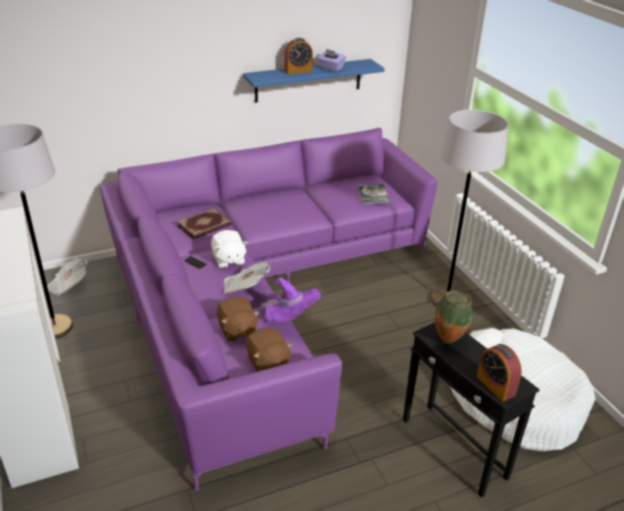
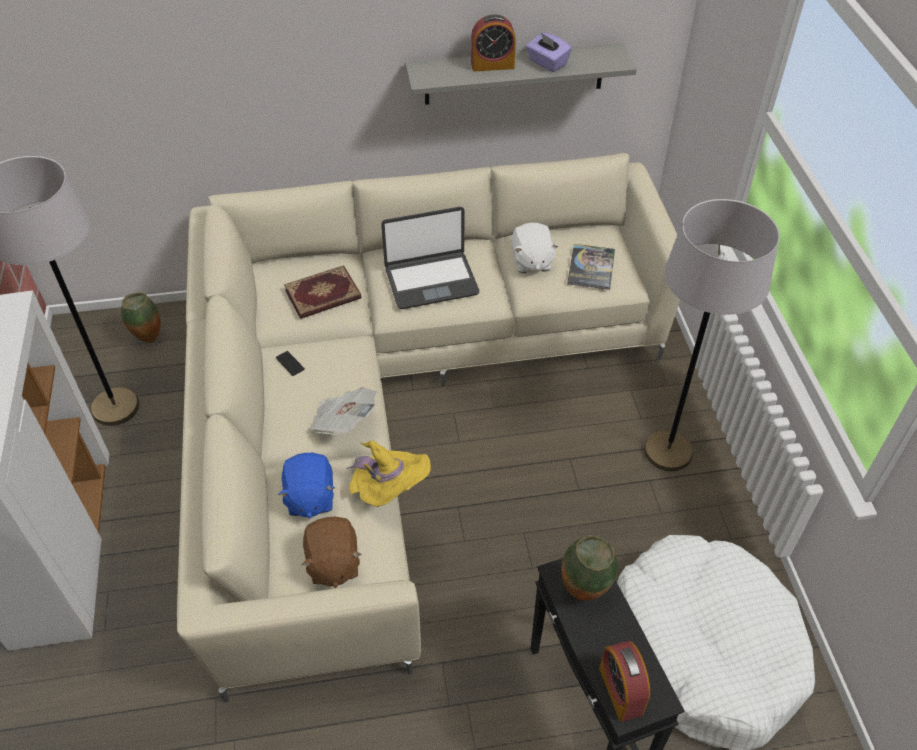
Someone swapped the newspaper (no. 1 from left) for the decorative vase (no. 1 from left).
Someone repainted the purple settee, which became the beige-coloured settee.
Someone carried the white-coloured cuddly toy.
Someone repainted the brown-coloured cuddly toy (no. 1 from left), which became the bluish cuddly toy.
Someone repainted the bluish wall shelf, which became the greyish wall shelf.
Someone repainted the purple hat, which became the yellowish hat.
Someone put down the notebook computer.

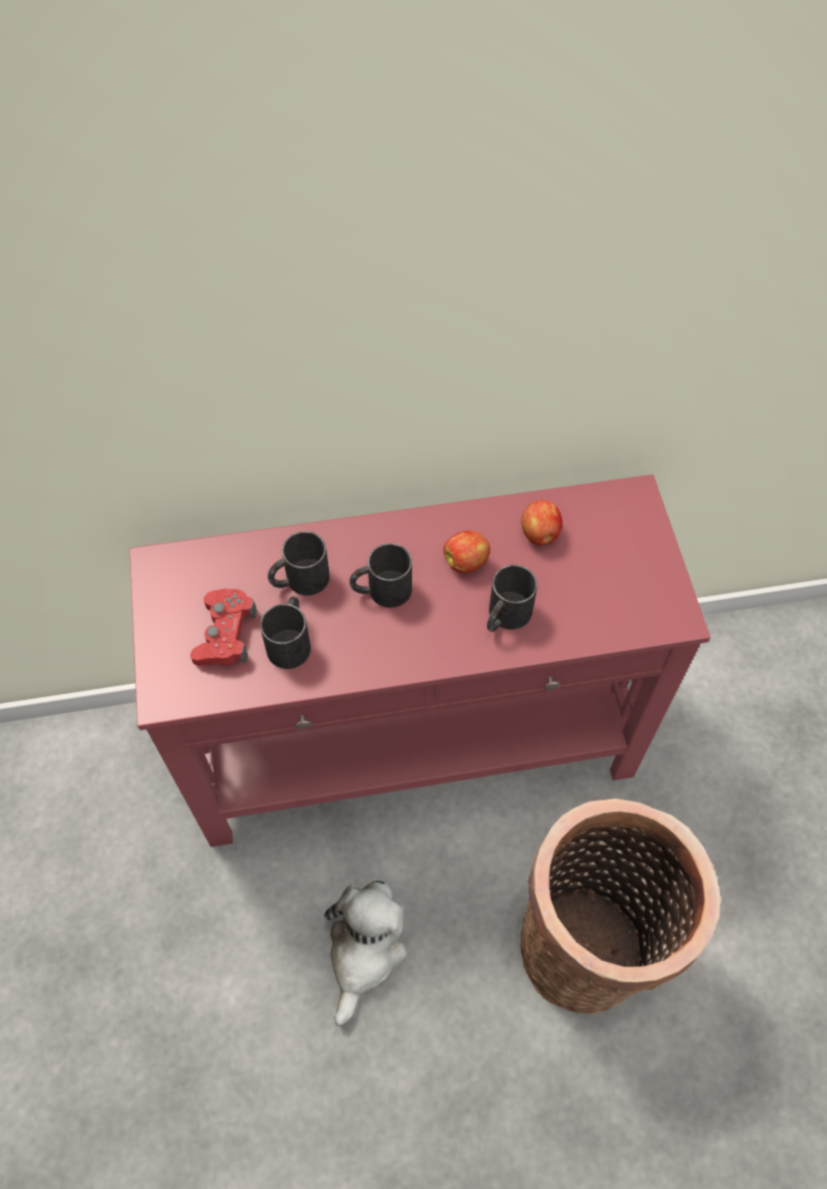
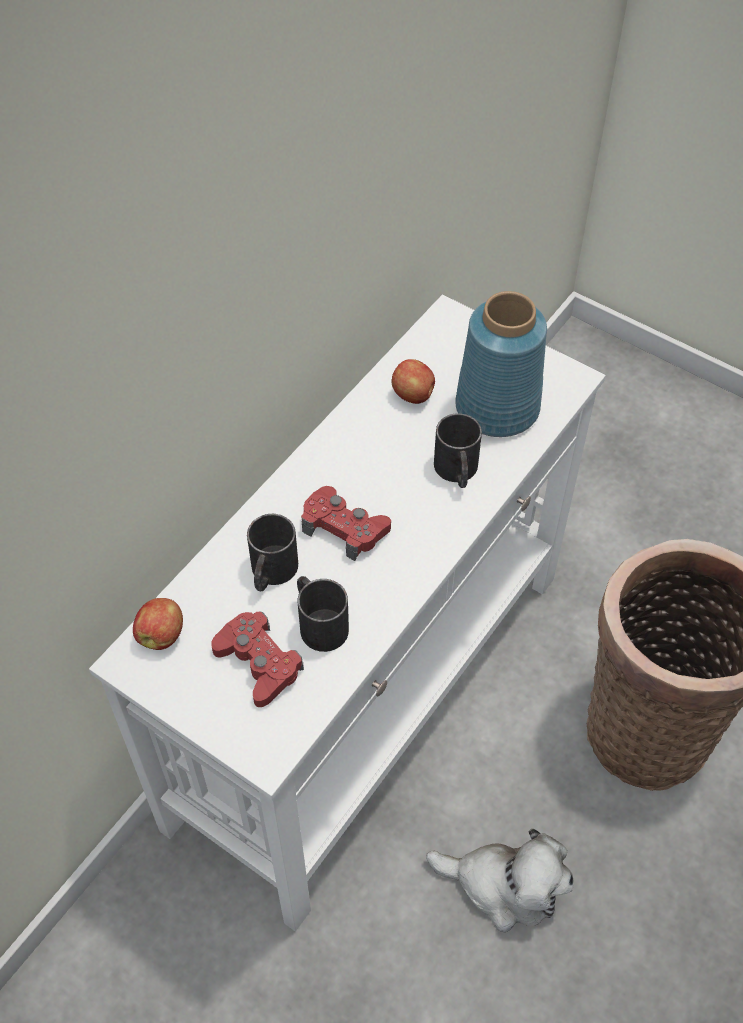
Someone repainted the red console table, which became the white-coloured console table.
Someone rotated the cuddly toy by 135 degrees clockwise.
Someone swapped the black-coloured tea mug (no. 3 from left) for the red gamepad (no. 2 from left).
Someone carried the apple fruit (no. 1 from left).
Someone put down the bluish decorative vase.

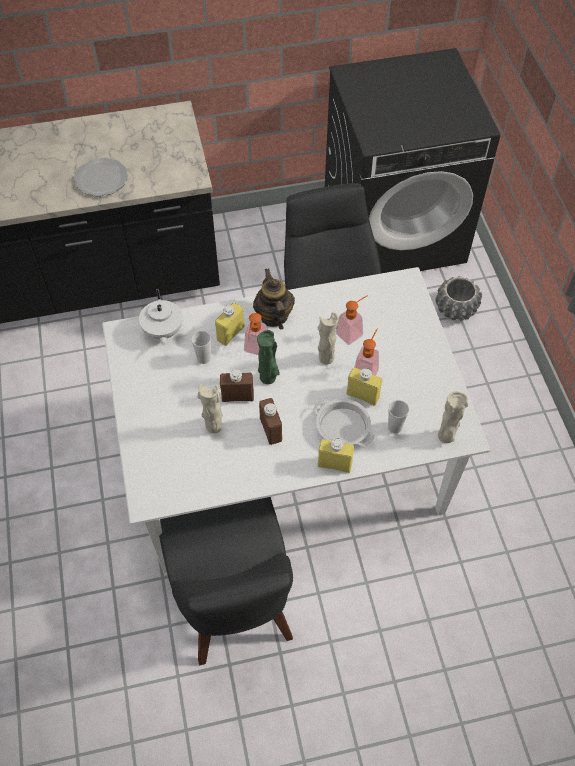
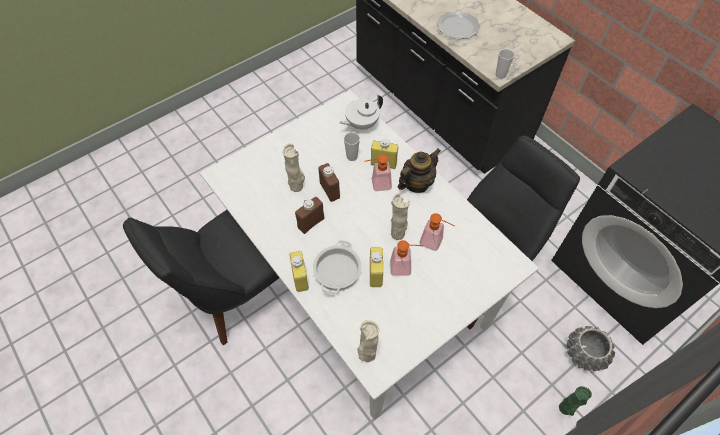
Someone carried the greenish decorative vase.
Someone carried the cup (no. 2 from left).

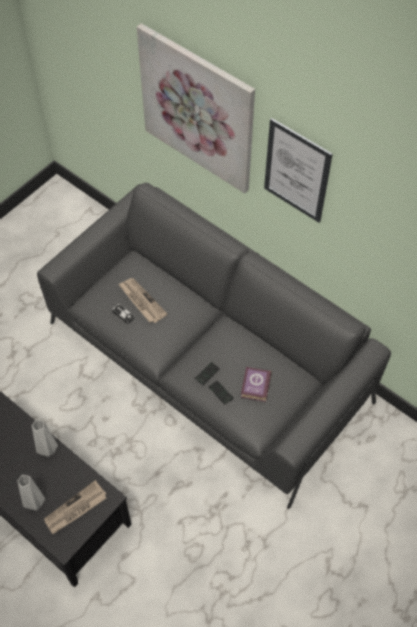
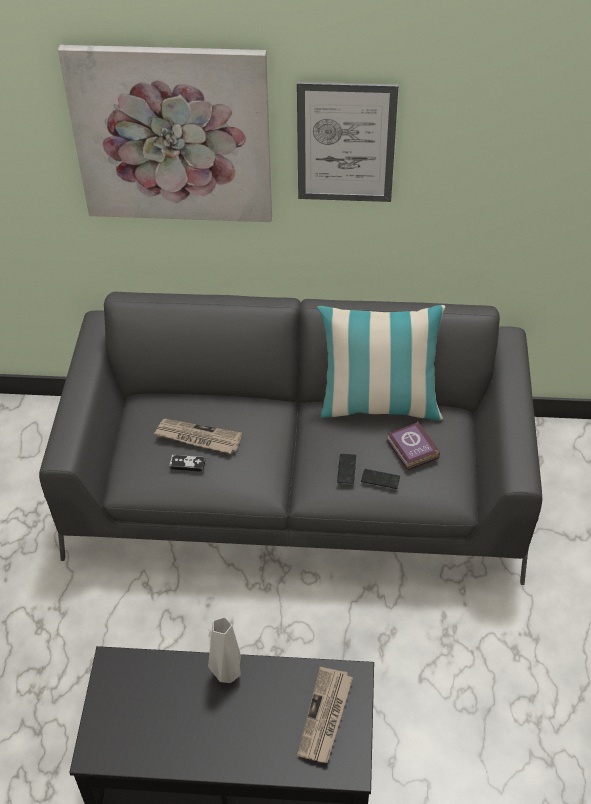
Someone took away the greyish decorative vase (no. 1 from left).
Someone put down the throw pillow.

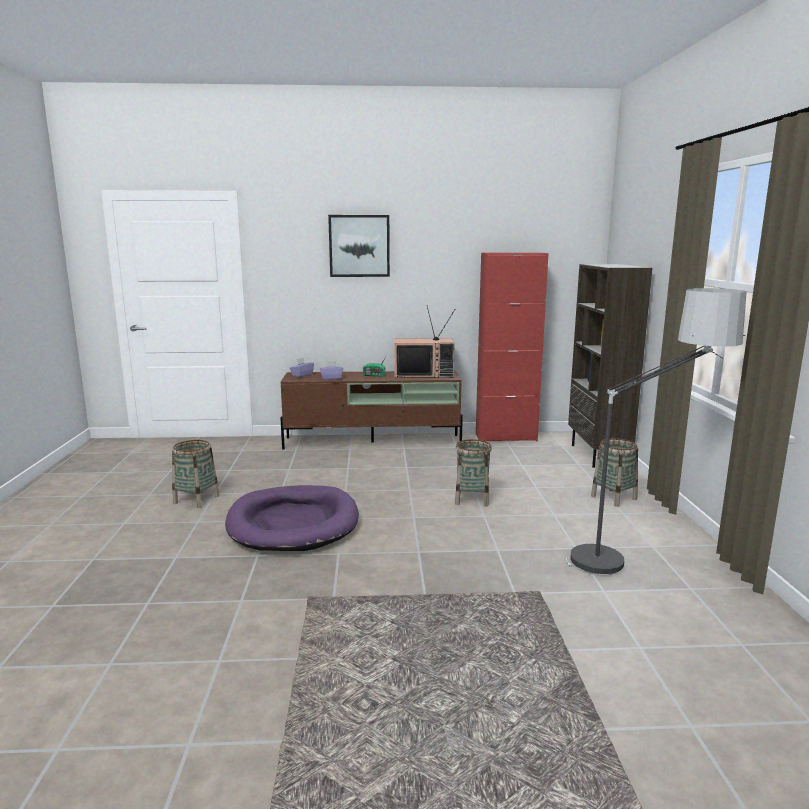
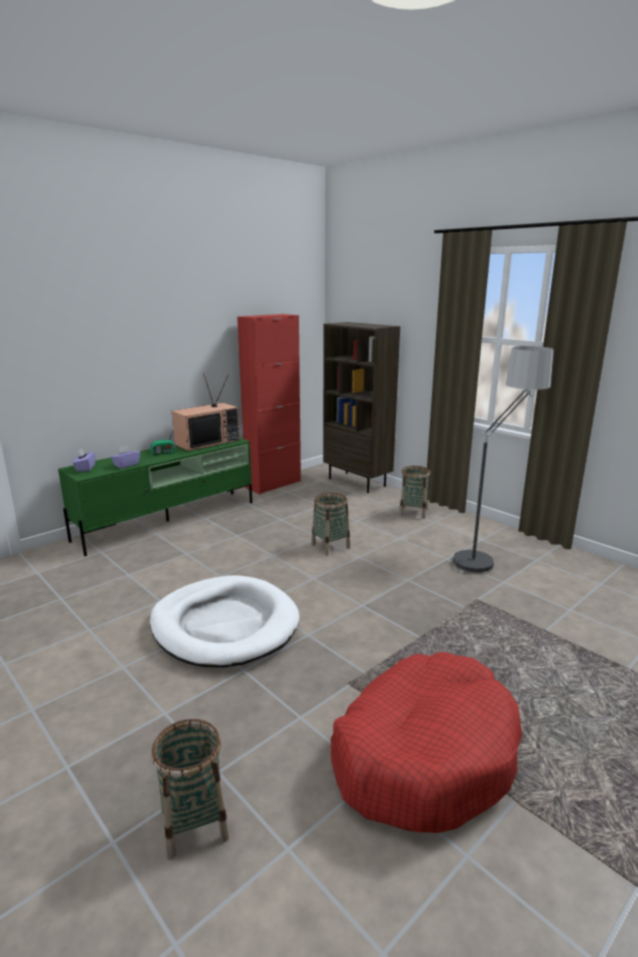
Someone carried the basket (no. 1 from left).
Someone repainted the purple pet bed, which became the white-coloured pet bed.
Someone repainted the brown-coloured tv stand, which became the greenish tv stand.
Someone took away the picture.
Someone put down the red pet bed.

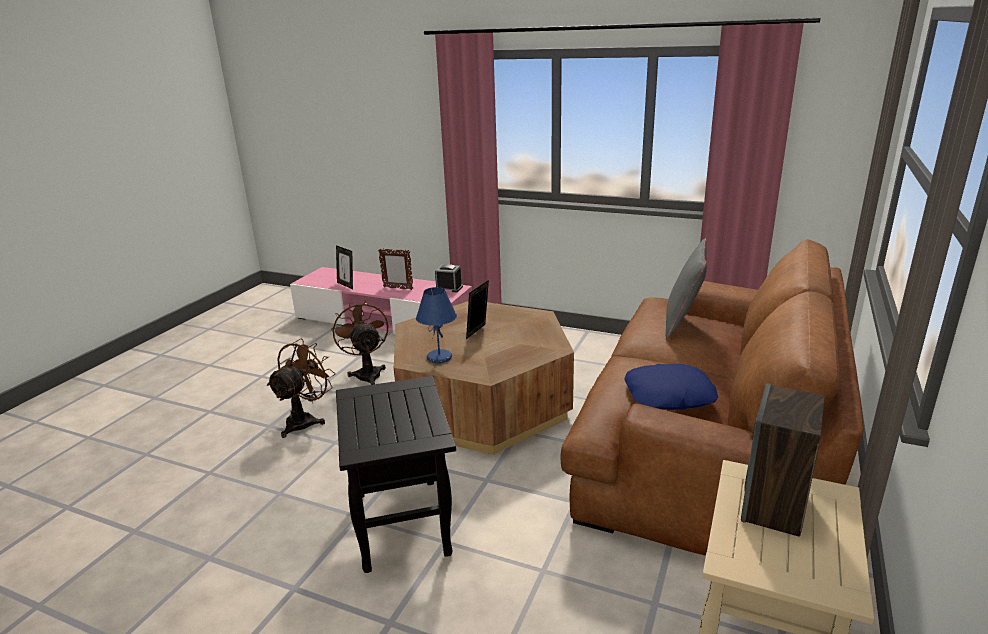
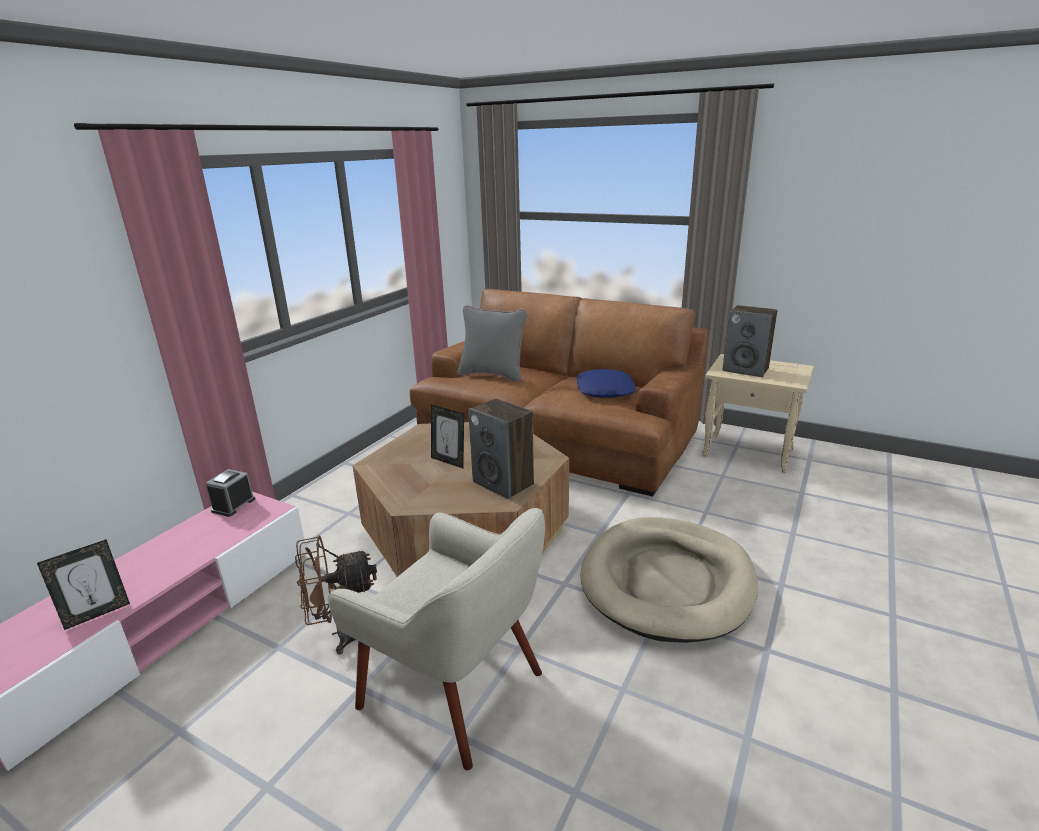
Someone swapped the brown-coloured cooling fan (no. 1 from left) for the beige-coloured armchair.
Someone swapped the black-coloured side table for the beige-coloured pet bed.
Someone took away the picture frame (no. 2 from left).
Someone swapped the bluish tabletop lamp for the audio speaker (no. 1 from left).

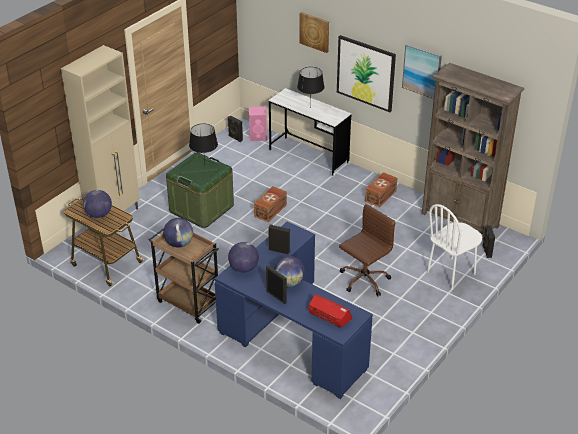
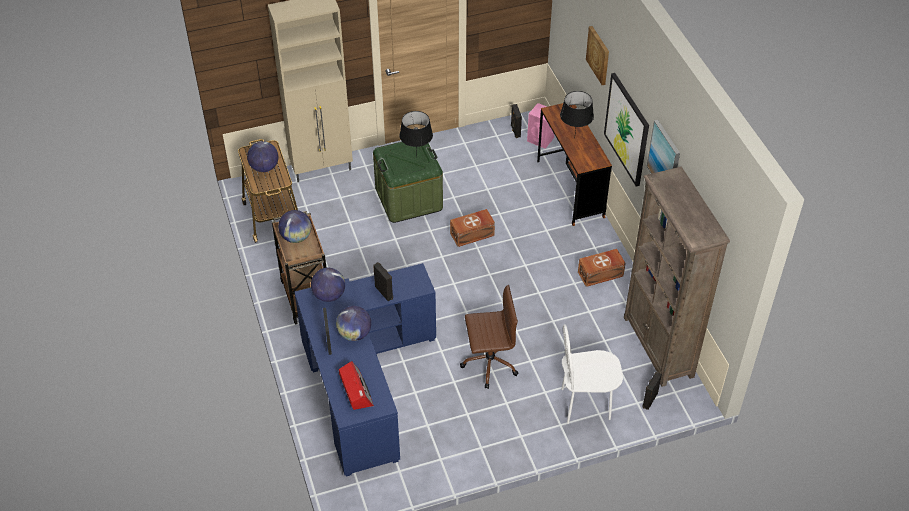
Someone repainted the white-coloured desk, which became the brown-coloured desk.

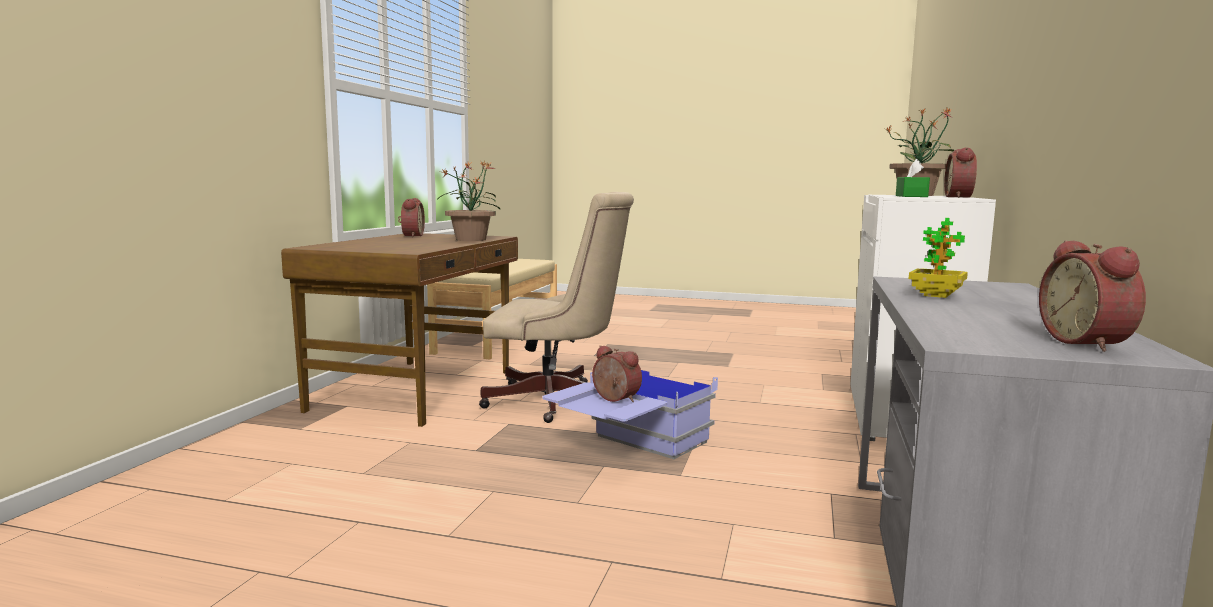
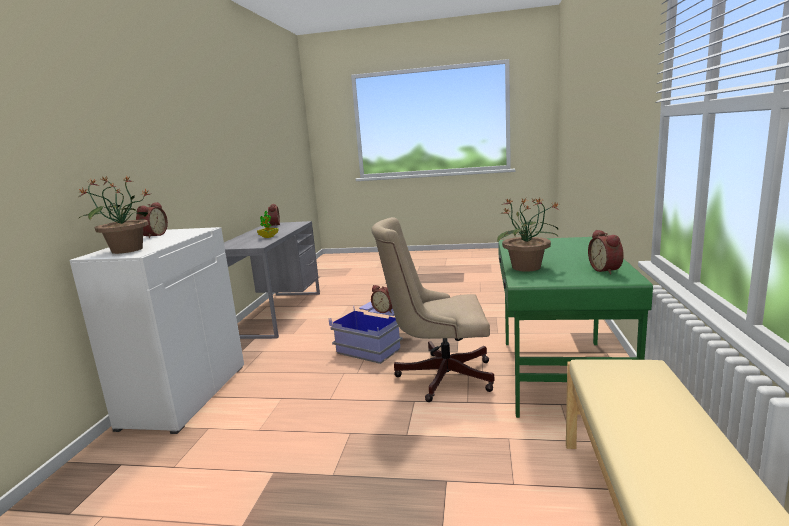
Someone repainted the brown-coloured desk, which became the greenish desk.
Someone took away the greenish tissue box.

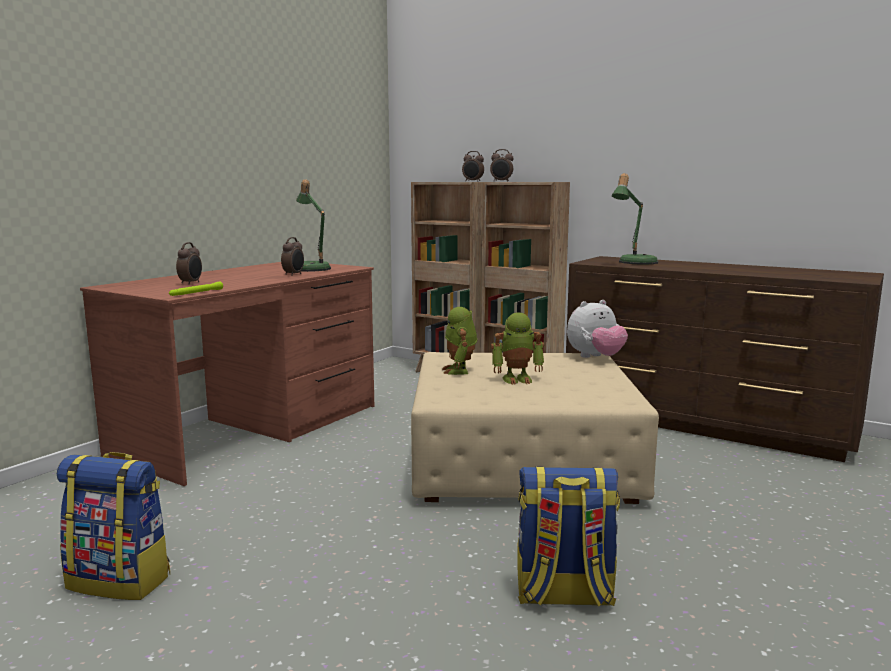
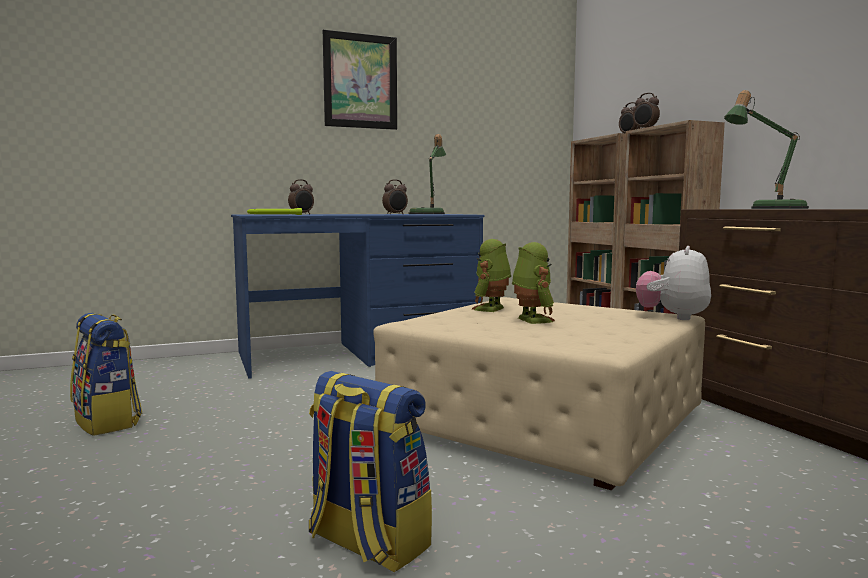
Someone repainted the brown-coloured desk, which became the bluish desk.
Someone rotated the model robot (no. 2 from left) by 135 degrees counterclockwise.
Someone rotated the cuddly toy by 105 degrees clockwise.
Someone put up the picture.

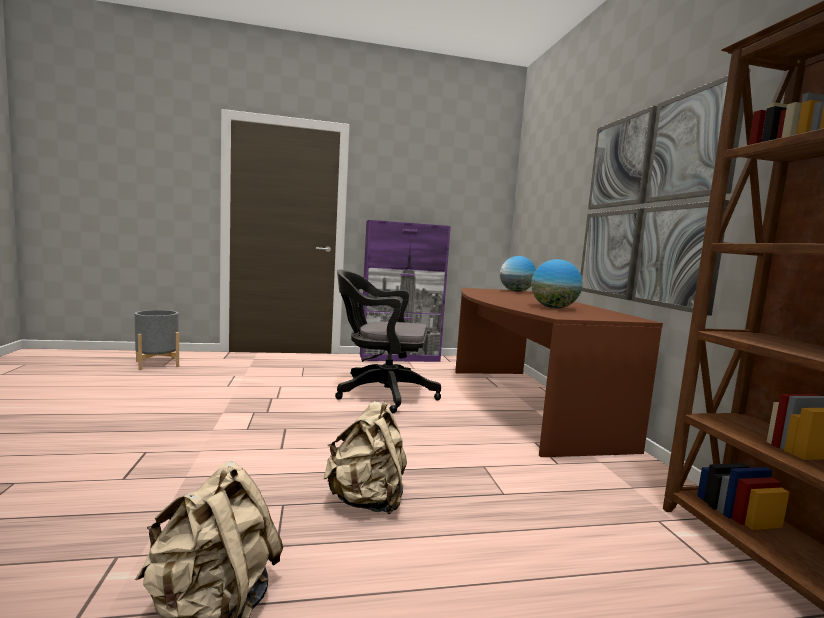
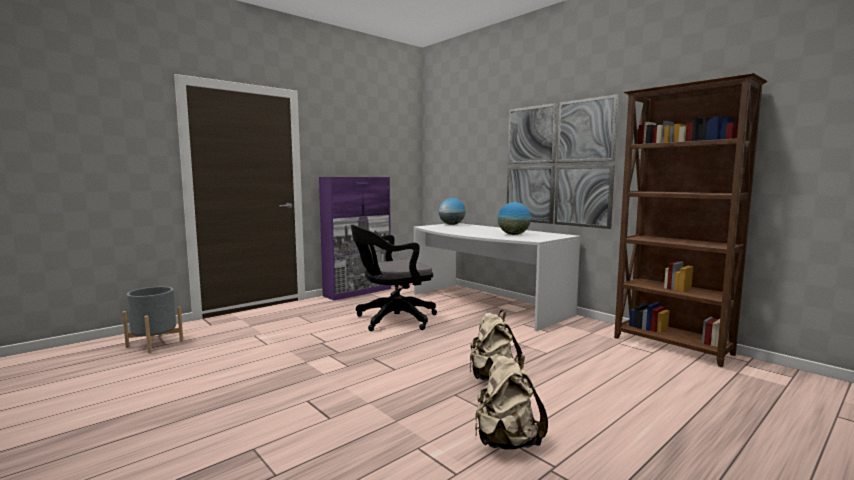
Someone repainted the brown-coloured desk, which became the white-coloured desk.

